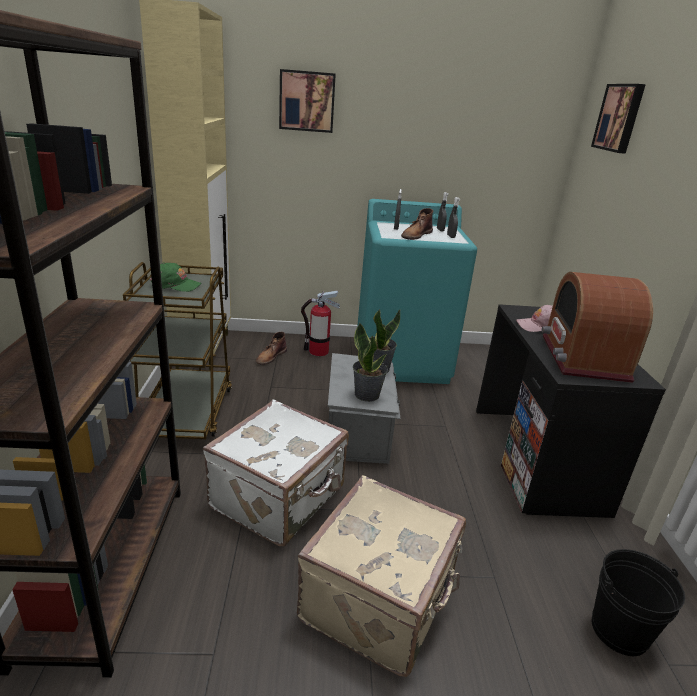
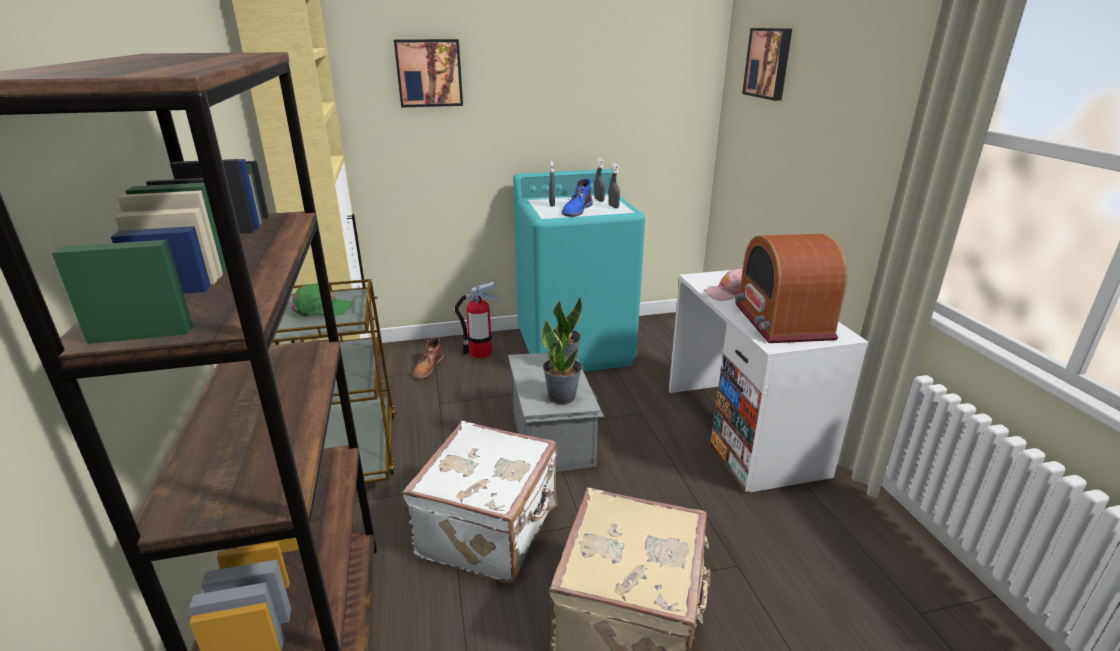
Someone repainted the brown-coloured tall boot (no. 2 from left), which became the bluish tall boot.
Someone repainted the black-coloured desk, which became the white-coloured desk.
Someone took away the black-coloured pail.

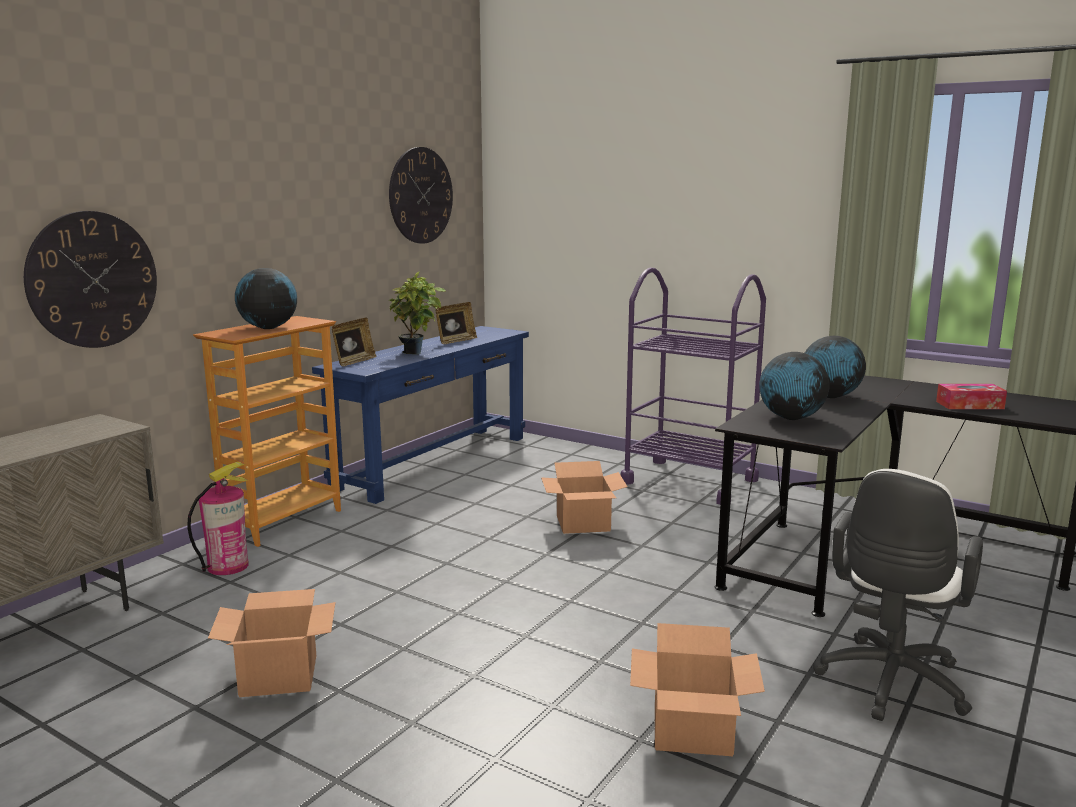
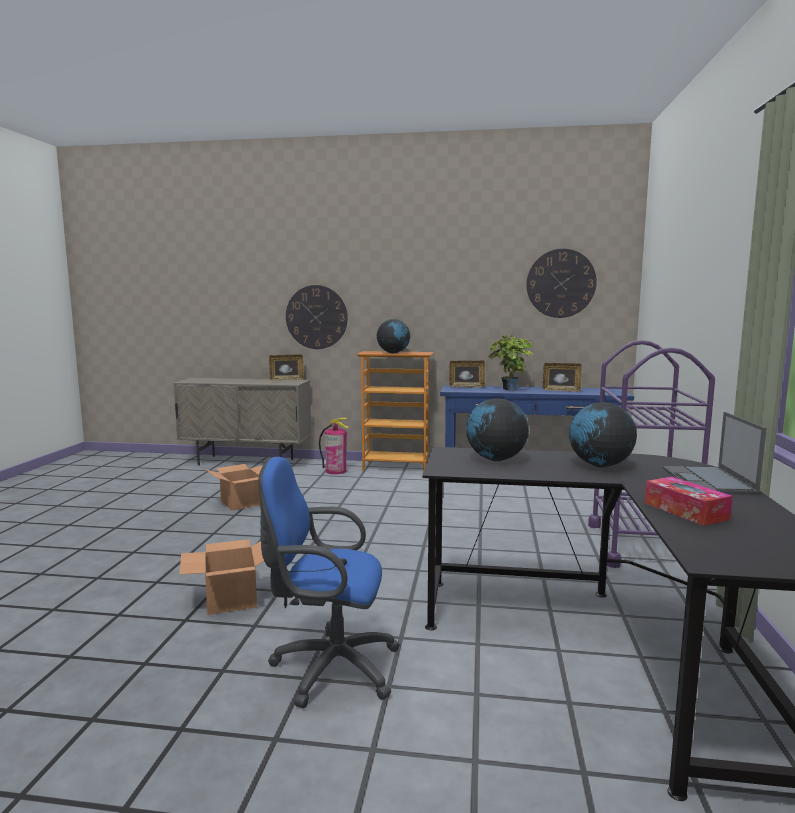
Someone took away the carton (no. 2 from left).
Someone repainted the white-coloured computer chair, which became the bluish computer chair.
Someone put down the picture frame (no. 1 from left).
Someone put down the notebook computer.

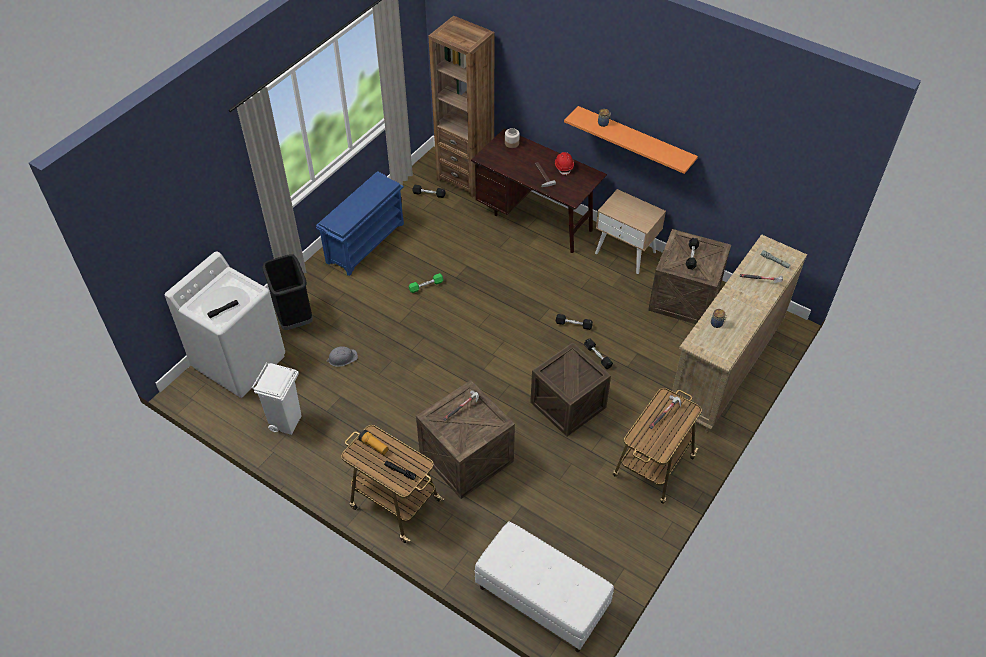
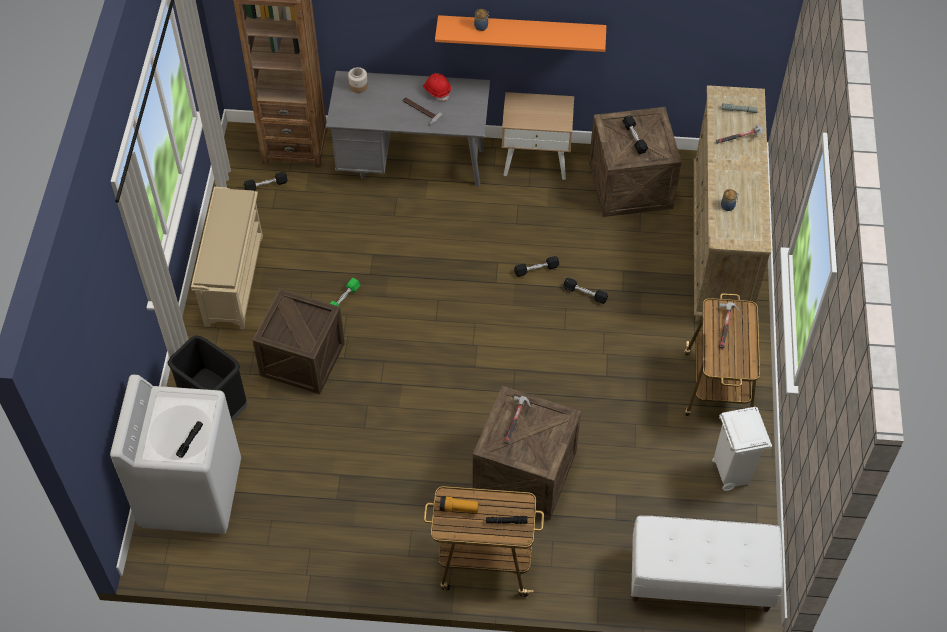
Someone carried the white-coloured trash can.
Someone repainted the bluish shoe stand, which became the beige-coloured shoe stand.
Someone took away the greyish hard hat.
Someone repainted the brown-coloured desk, which became the greyish desk.
Someone carried the crate (no. 2 from left in the first image).

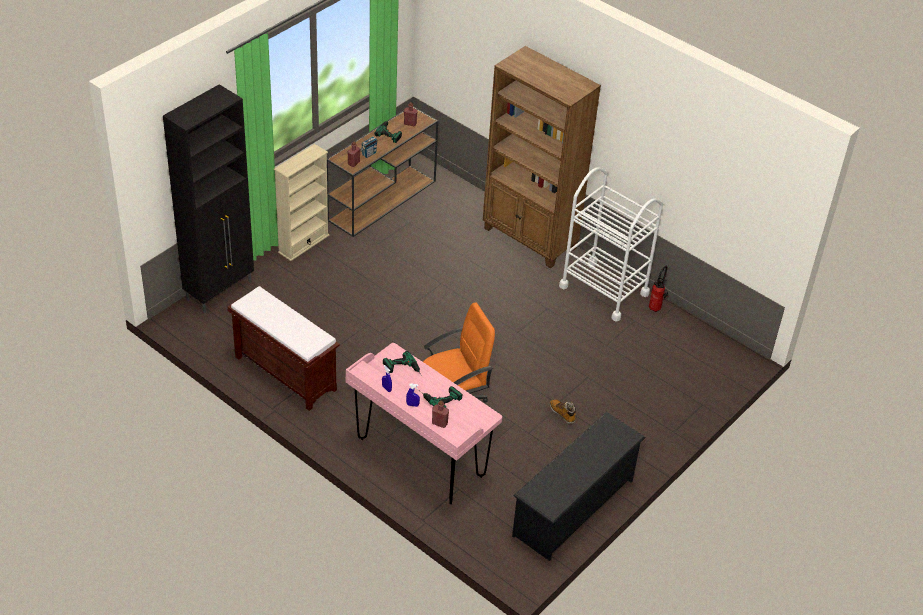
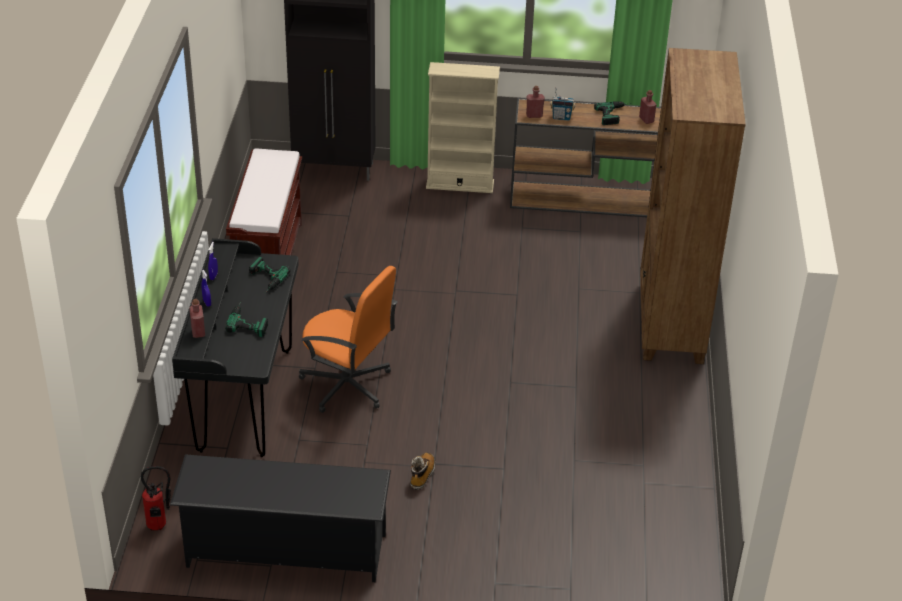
Someone repainted the pinkish desk, which became the black-coloured desk.
Someone took away the white-coloured trolley.
Someone carried the fire extinguisher.

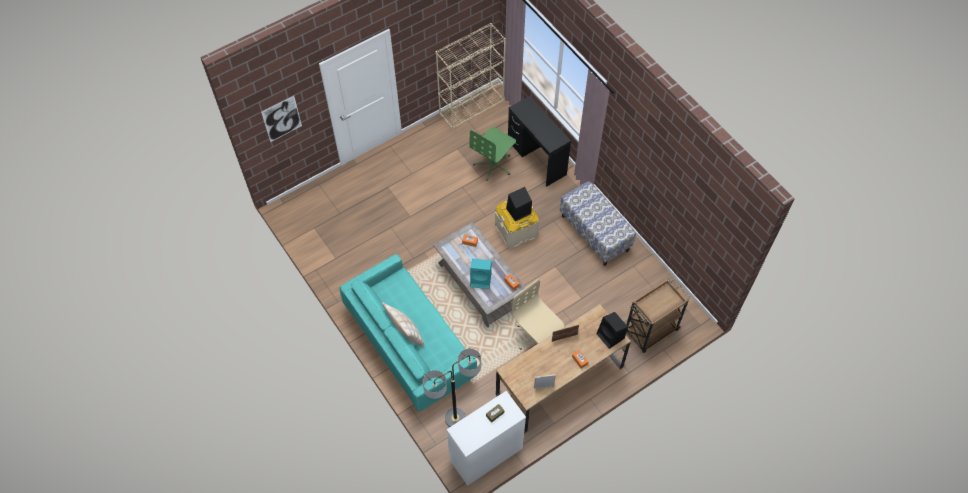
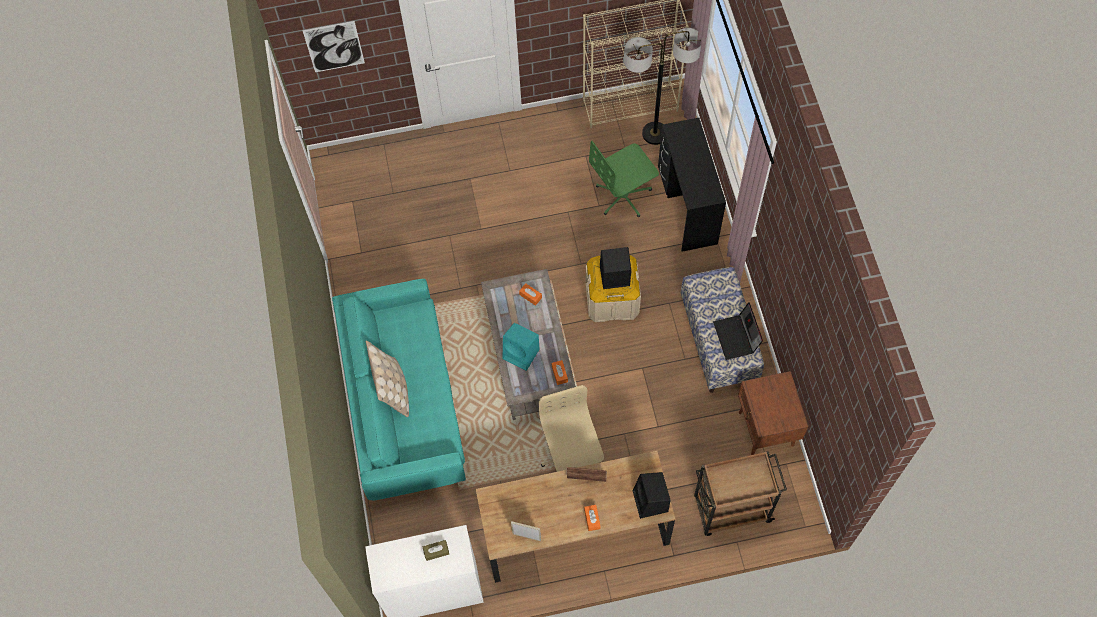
Someone carried the standard lamp.
Someone put down the notebook computer.
Someone put down the brown-coloured nightstand.

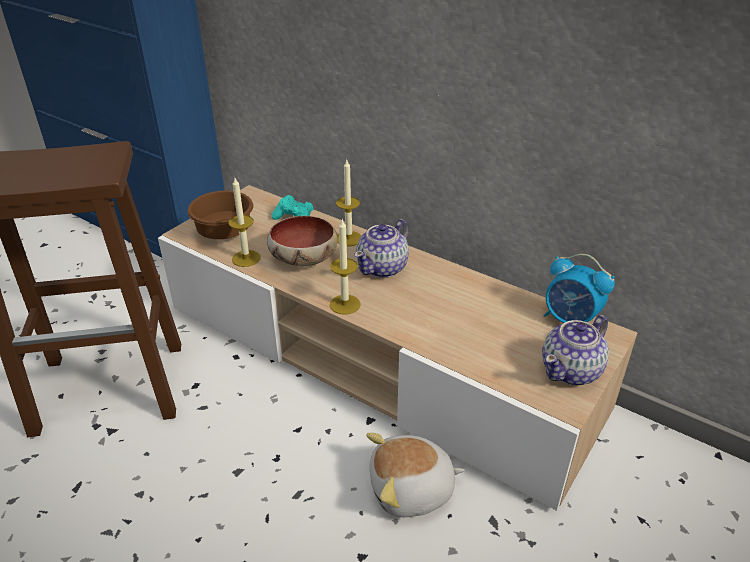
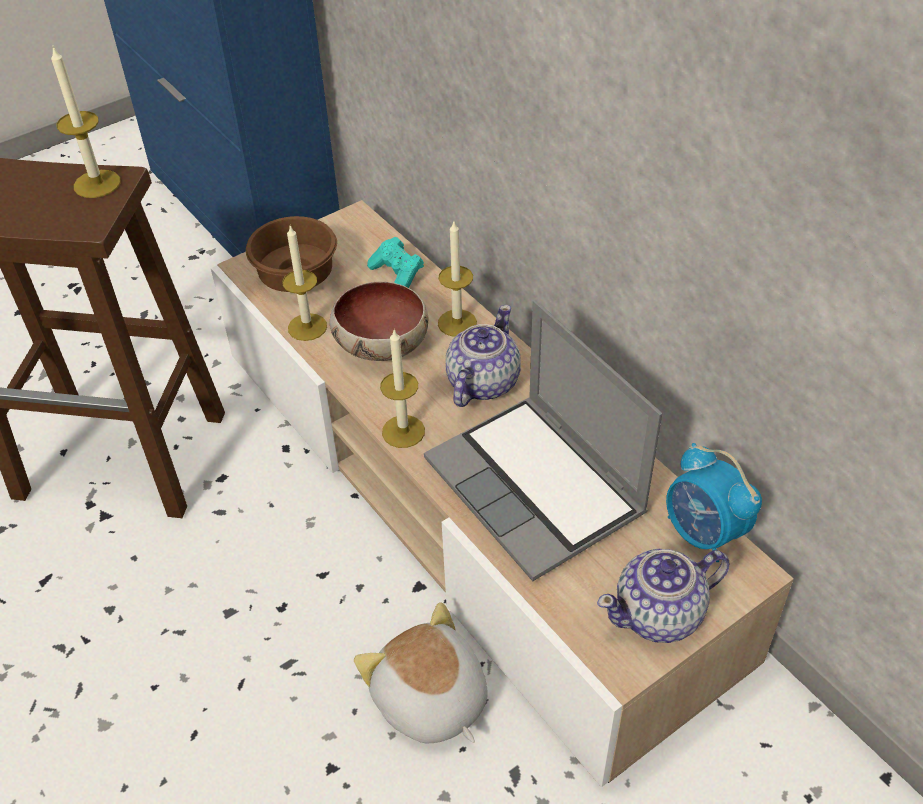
Someone rotated the teapot (no. 1 from left) by 150 degrees clockwise.
Someone rotated the cuddly toy by 45 degrees clockwise.
Someone put down the wax candle (no. 1 from left).
Someone put down the notebook computer.

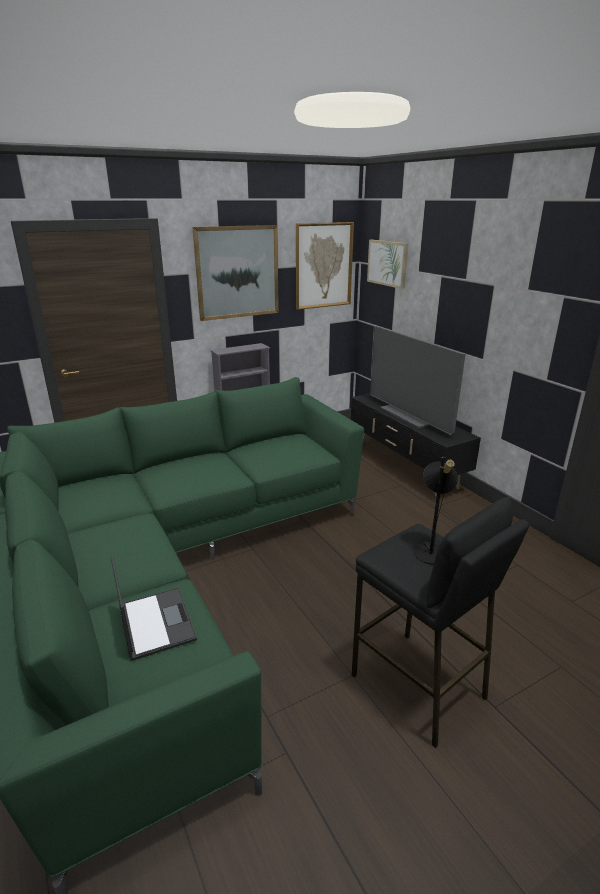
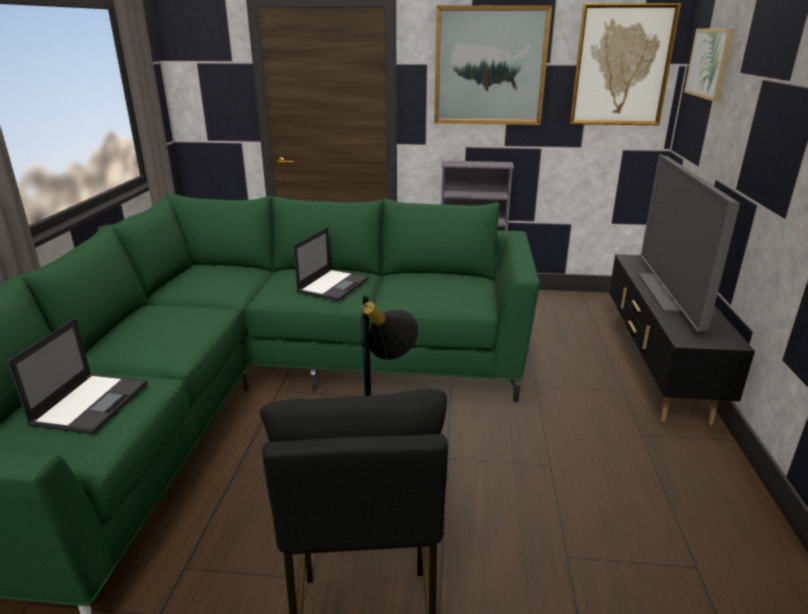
Someone put down the notebook computer (no. 2 from left).

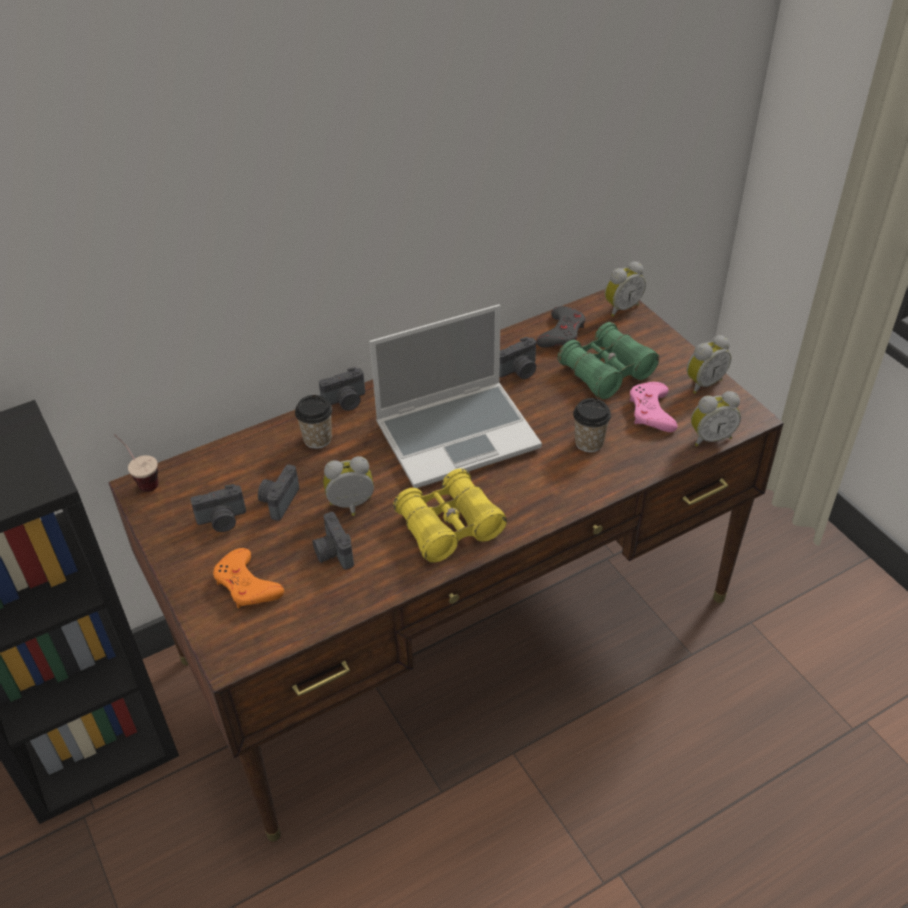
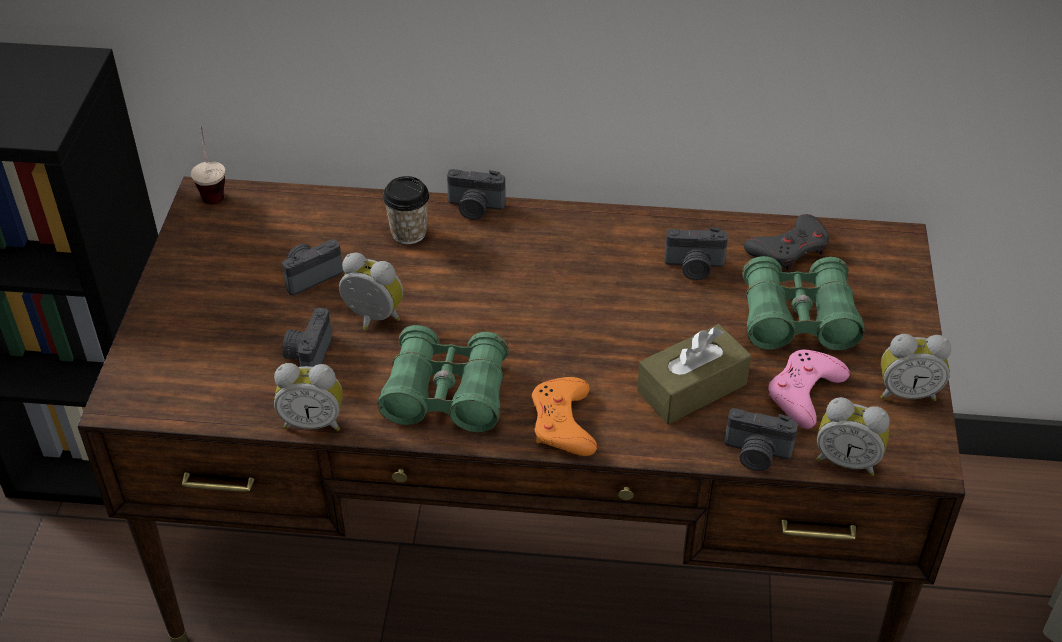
Someone carried the still camera (no. 1 from left in the first image).
Someone carried the orange-coloured gamepad.
Someone took away the notebook computer.
Someone repainted the yellowish pair of binoculars, which became the greenish pair of binoculars (no. 1 from left).
Someone swapped the cup (no. 3 from left) for the brown-coloured tissue box.
Someone carried the alarm clock (no. 2 from left in the first image).

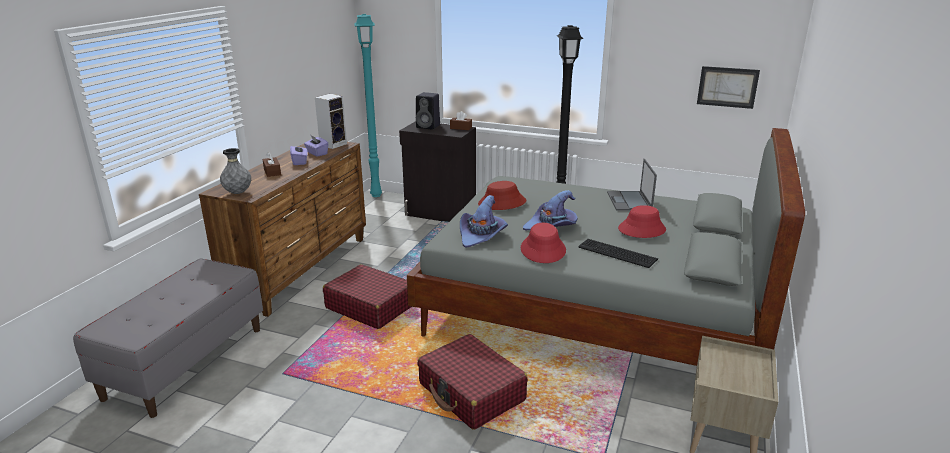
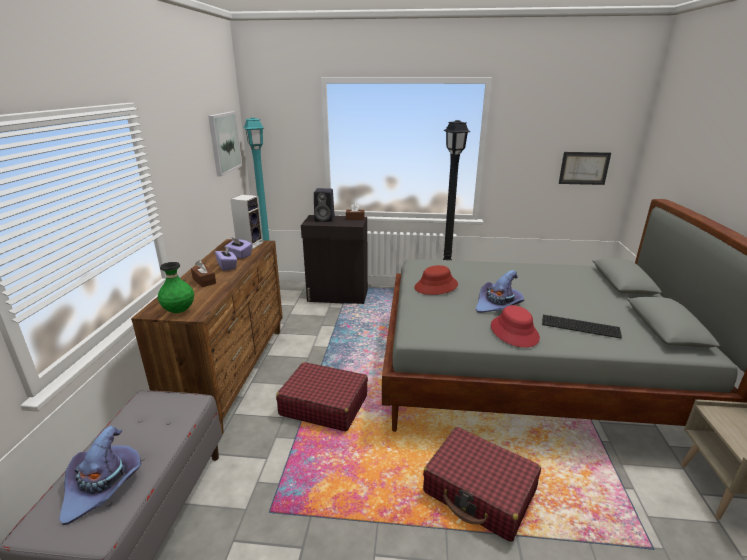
Someone repainted the greyish decorative vase, which became the greenish decorative vase.
Someone carried the purple hat (no. 1 from left).
Someone took away the notebook computer.
Someone took away the red hat (no. 3 from left).
Someone put up the picture (no. 1 from left).

